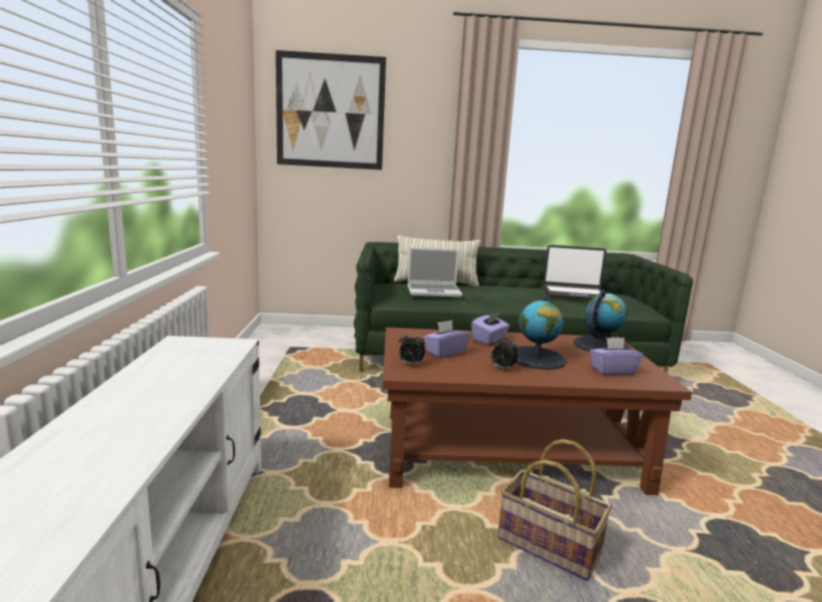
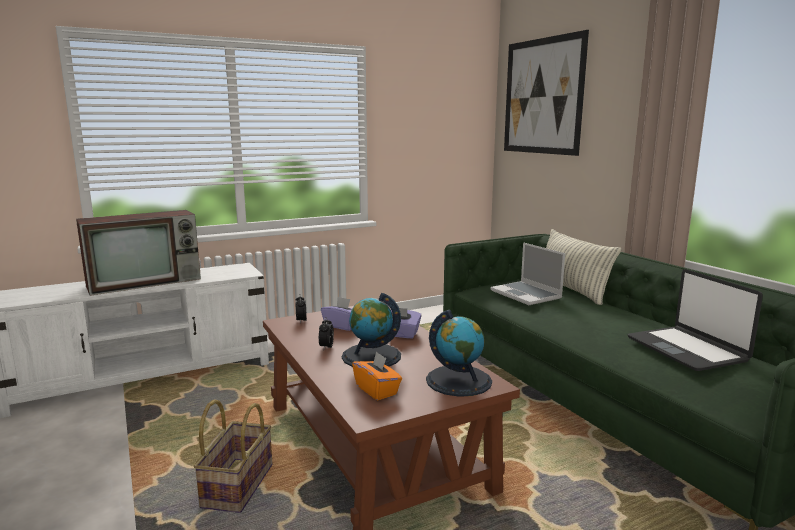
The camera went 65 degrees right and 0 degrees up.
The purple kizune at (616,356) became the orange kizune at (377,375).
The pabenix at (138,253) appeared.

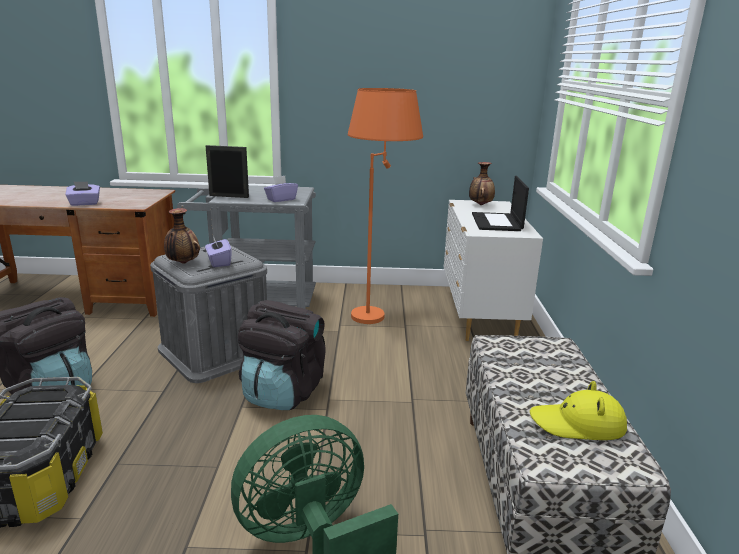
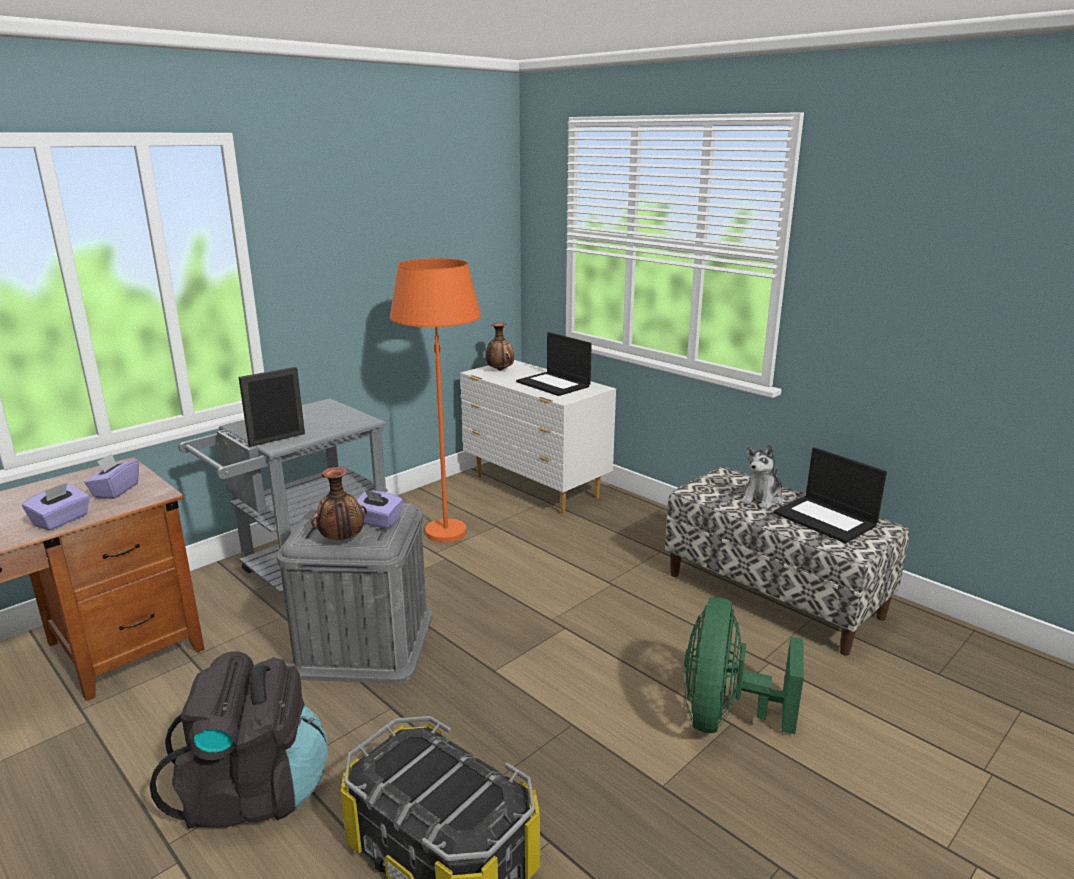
The camera went 45 degrees left and 0 degrees up.
The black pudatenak at (282,355) disappeared.
The purple kizune moved from (281,189) to (112,476).
The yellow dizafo at (578,410) was replaced by the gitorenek at (830,495).
The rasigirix at (762,477) appeared.

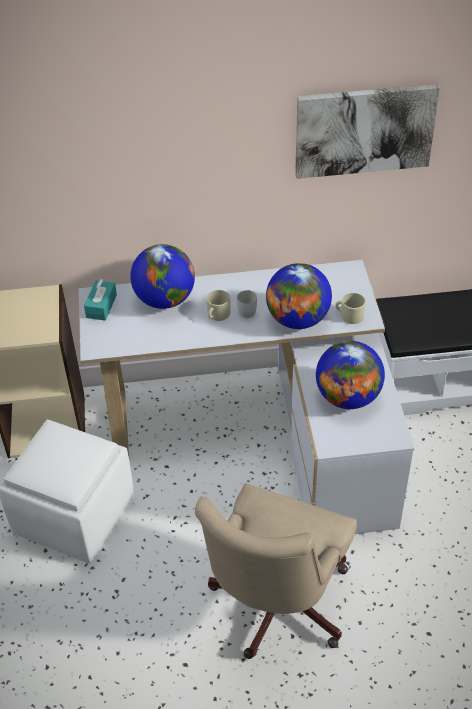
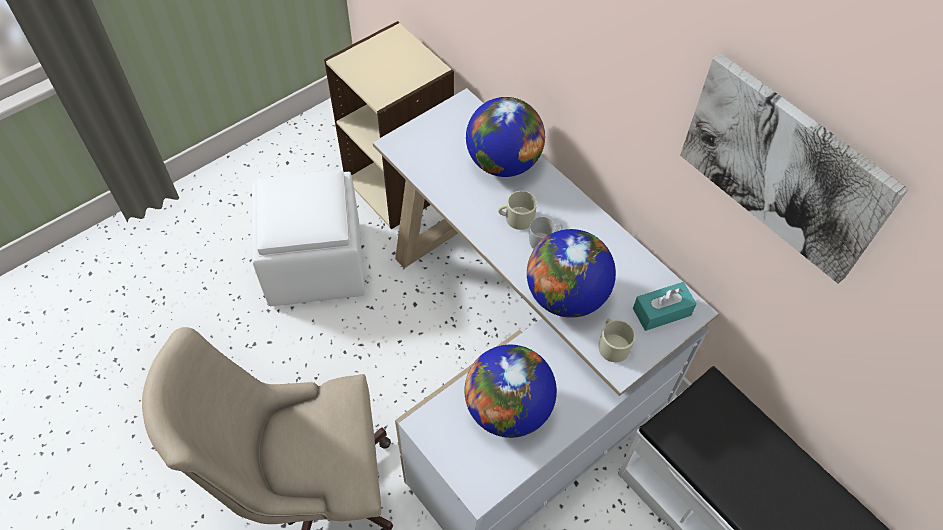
The camera went 55 degrees right and 10 degrees up.
The turquoise kizune moved from (100,300) to (664,306).

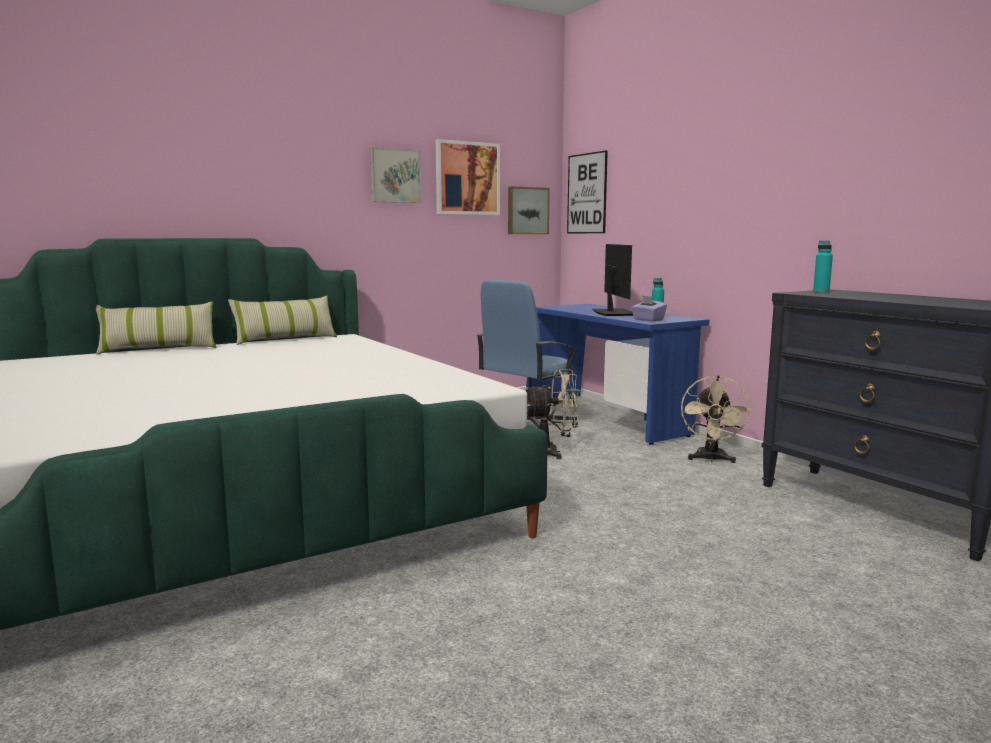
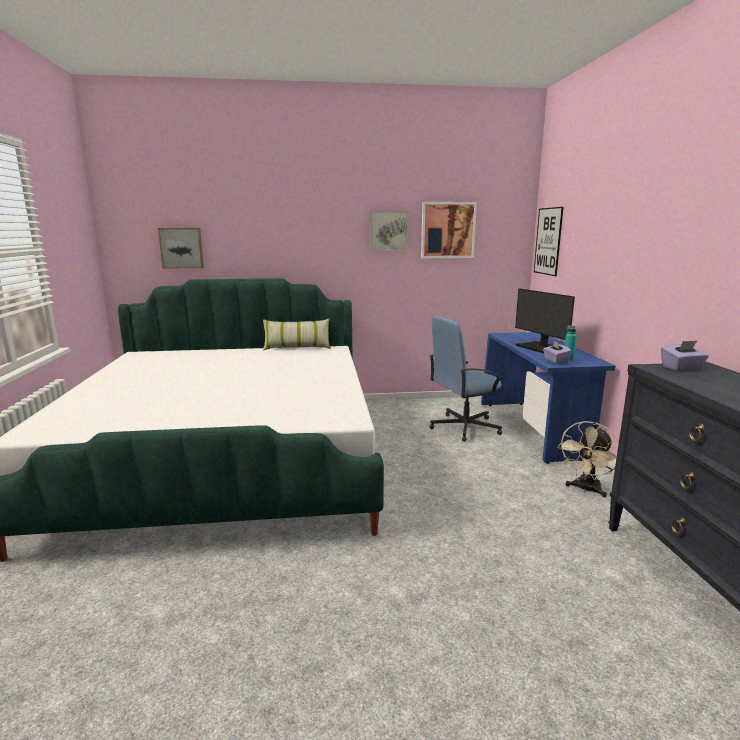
The camera went 25 degrees right and 5 degrees up.
The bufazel at (156,327) disappeared.
The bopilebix moved from (529,210) to (181,248).
The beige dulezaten at (553,414) disappeared.
The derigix at (612,280) turned 135 degrees clockwise.
The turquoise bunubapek at (823,266) was replaced by the purple kizune at (685,356).

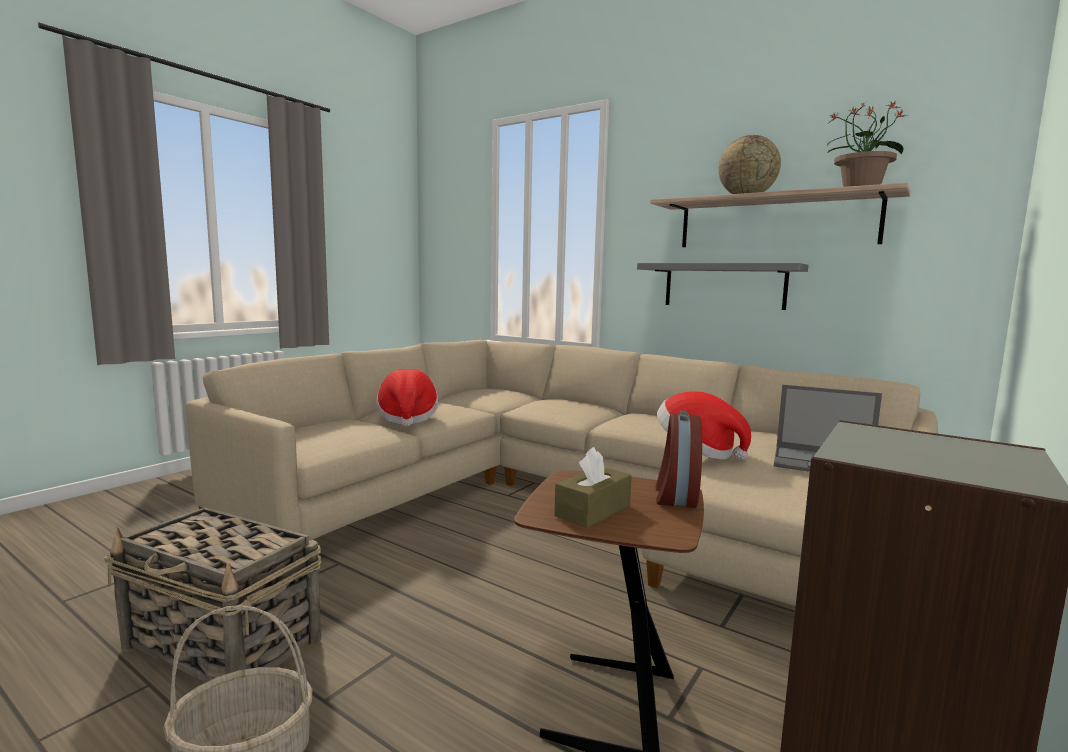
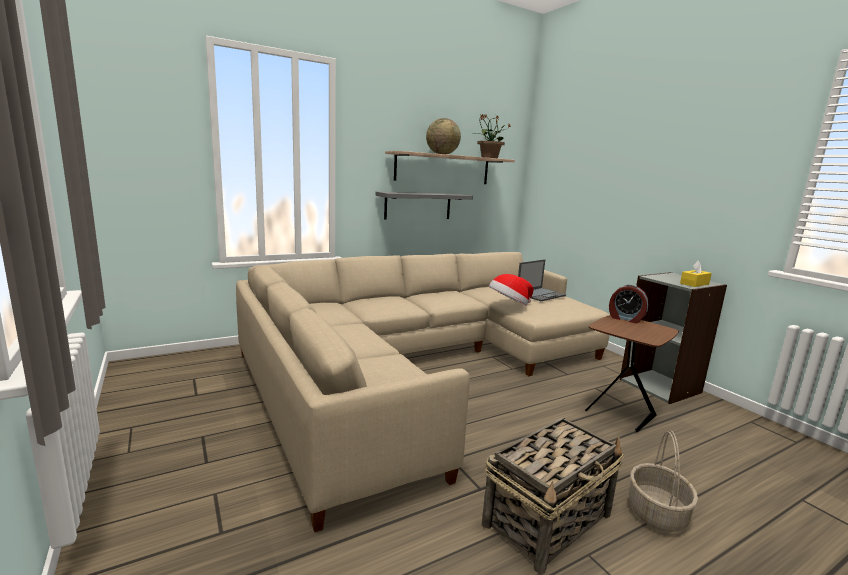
The camera went 65 degrees left and 5 degrees up.
The dizafo at (407,397) disappeared.
The brown kizune at (593,487) disappeared.
The yellow kizune at (696,273) appeared.

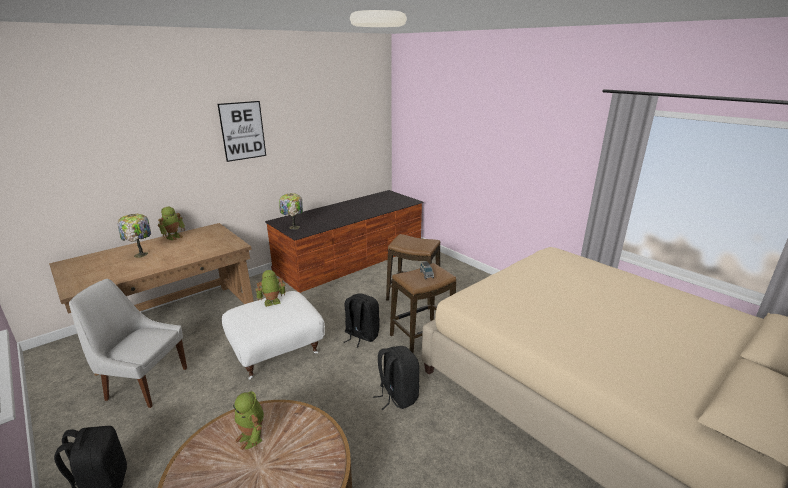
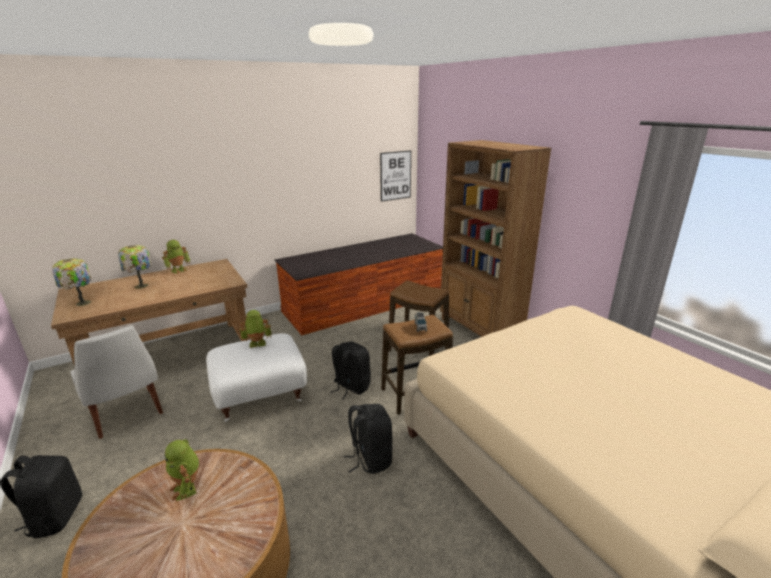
The camera went 10 degrees right and 0 degrees up.
The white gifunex at (128,343) turned 150 degrees counterclockwise.
The bopilebix moved from (242,131) to (395,176).
The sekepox moved from (291,211) to (71,282).
The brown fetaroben at (495,238) appeared.

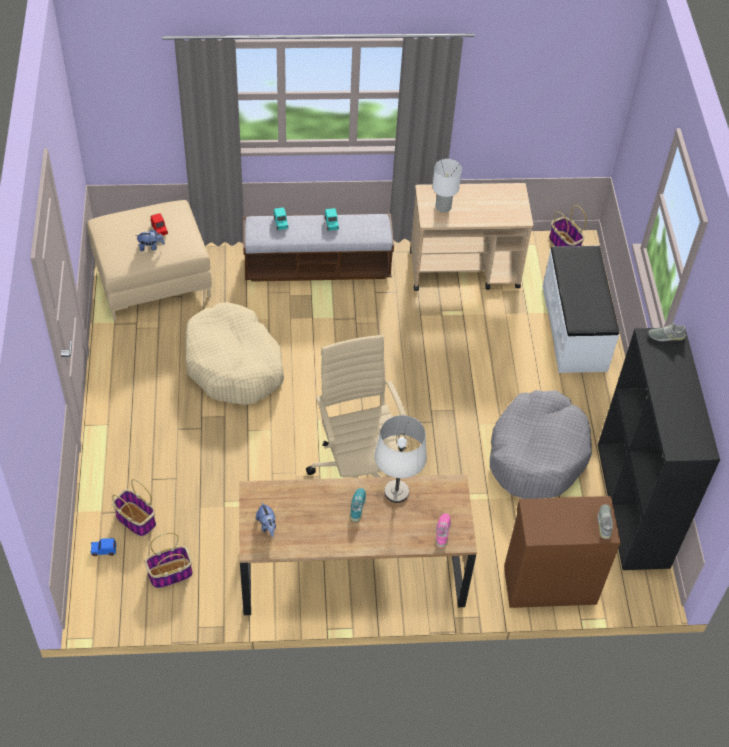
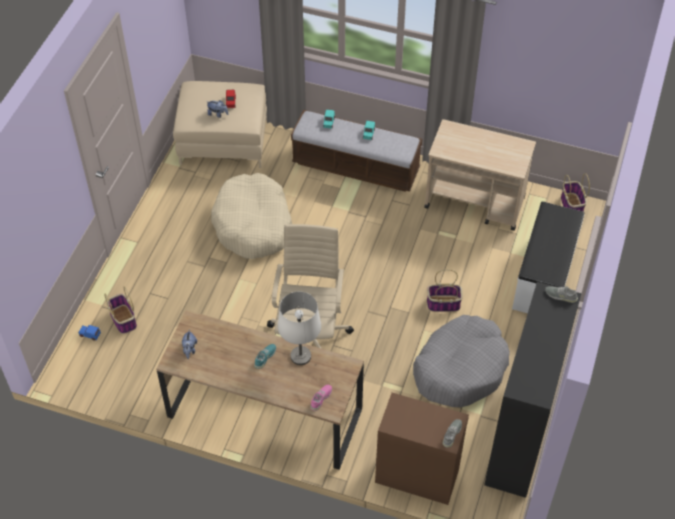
The camera went 25 degrees right and 0 degrees up.
The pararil moved from (169,560) to (445,290).
The white sekepox at (447,185) disappeared.

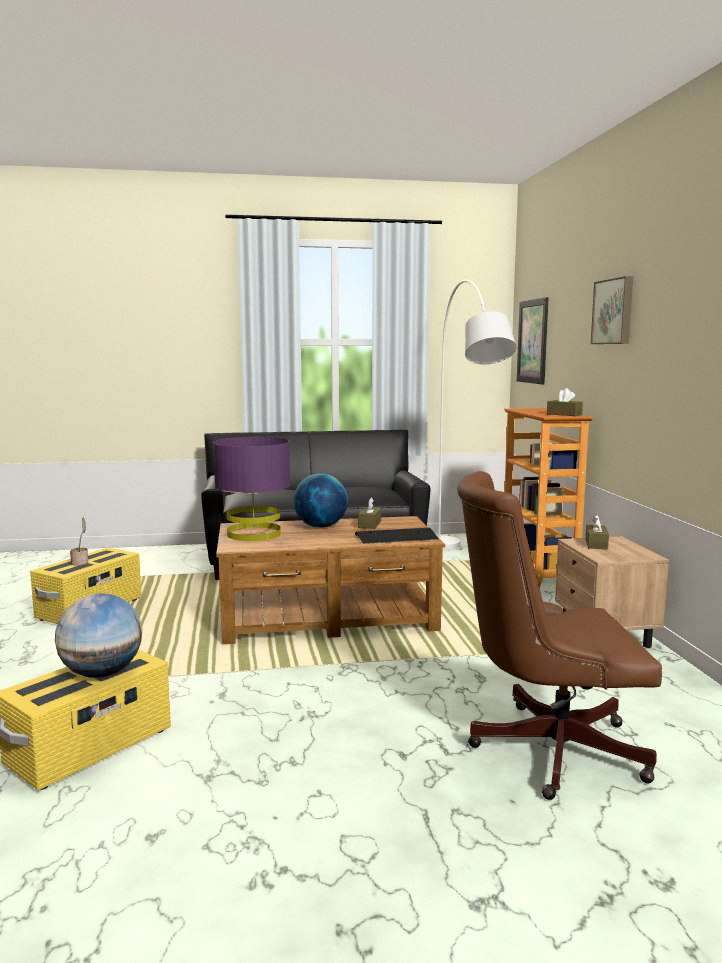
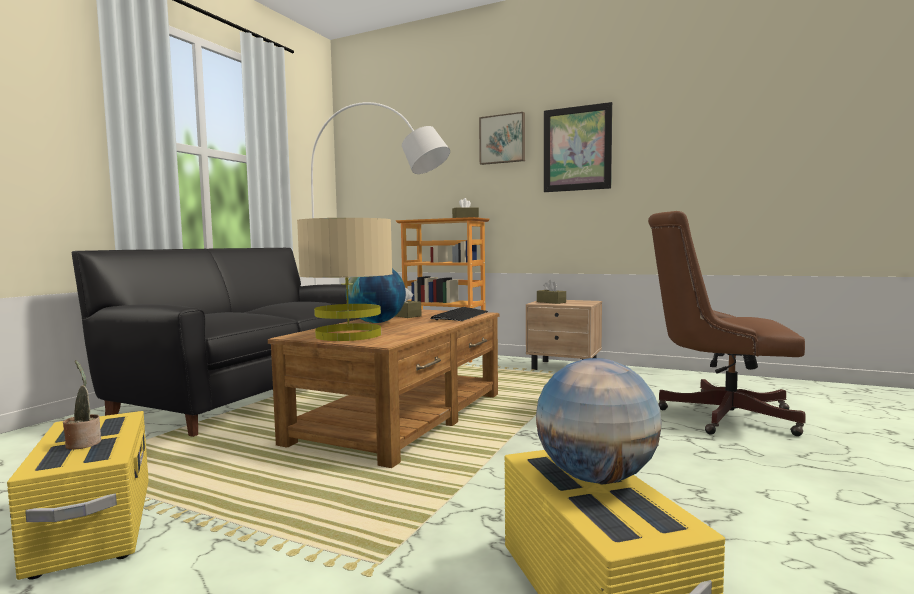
The camera went 55 degrees left and 5 degrees down.
The purple sekepox at (251,489) became the beige sekepox at (345,279).
The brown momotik at (559,635) turned 75 degrees clockwise.
The bopilebix moved from (532,341) to (578,147).

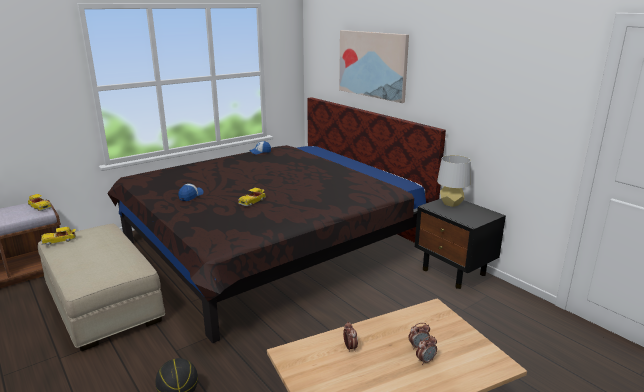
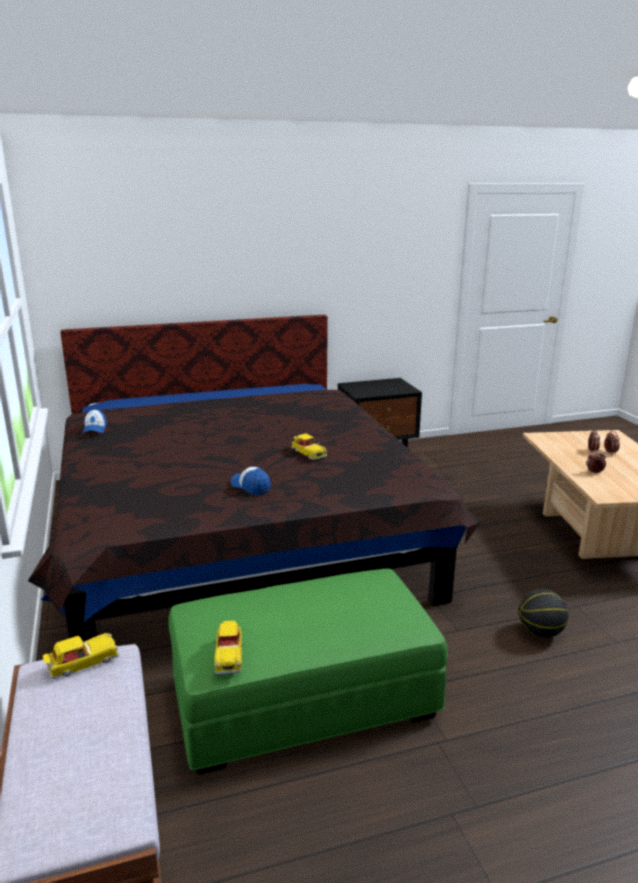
The camera went 70 degrees left and 0 degrees up.
The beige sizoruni at (101,287) became the green sizoruni at (308,671).
The bopilebix at (374,66) disappeared.
The grey sekepox at (454,181) disappeared.

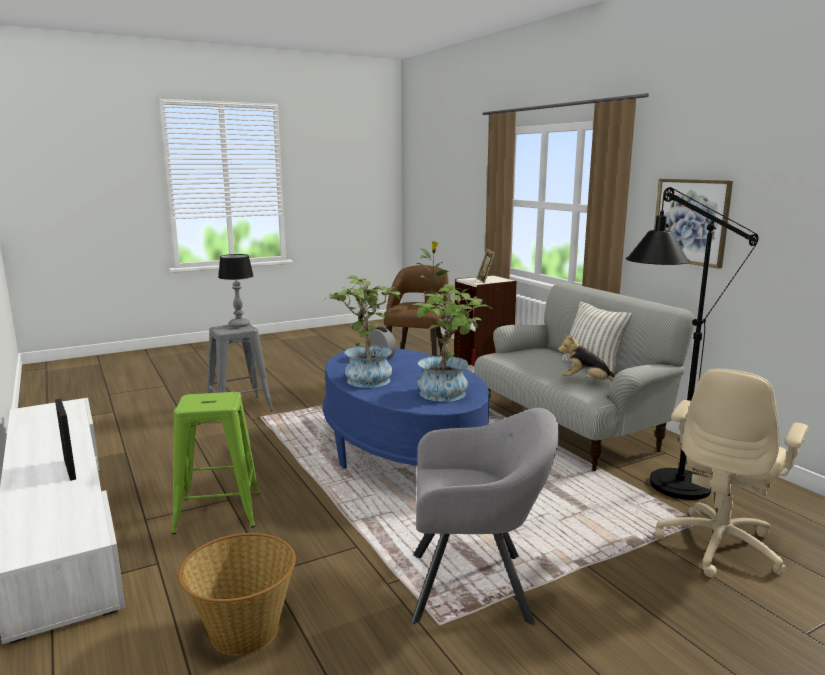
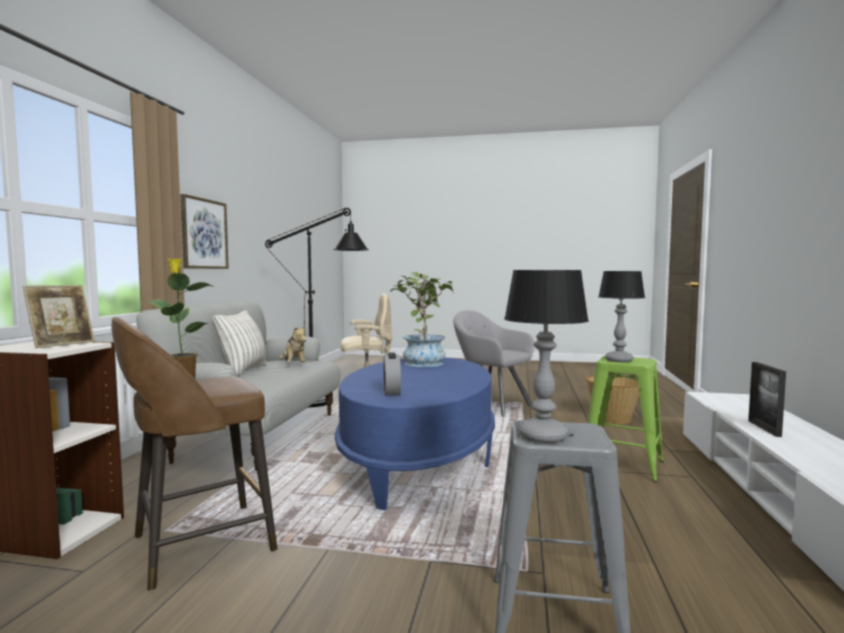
The camera went 140 degrees left and 10 degrees down.
The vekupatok at (363,331) disappeared.
The sekepox at (622,316) appeared.

